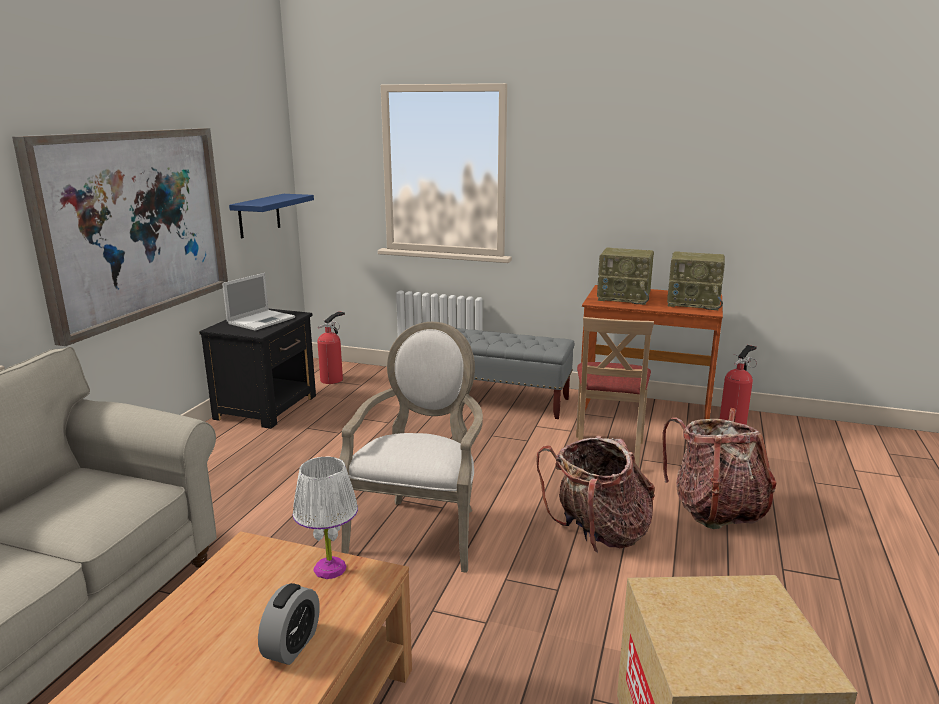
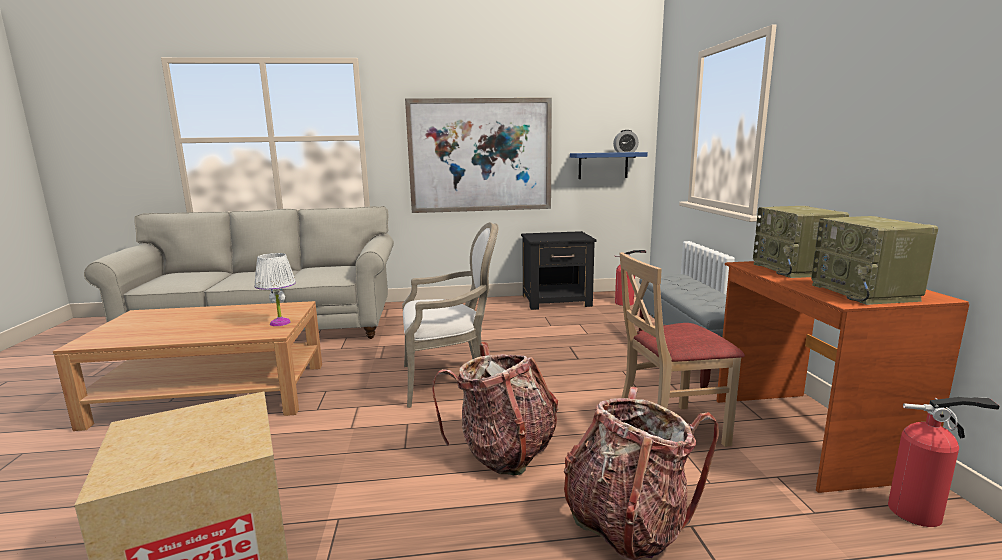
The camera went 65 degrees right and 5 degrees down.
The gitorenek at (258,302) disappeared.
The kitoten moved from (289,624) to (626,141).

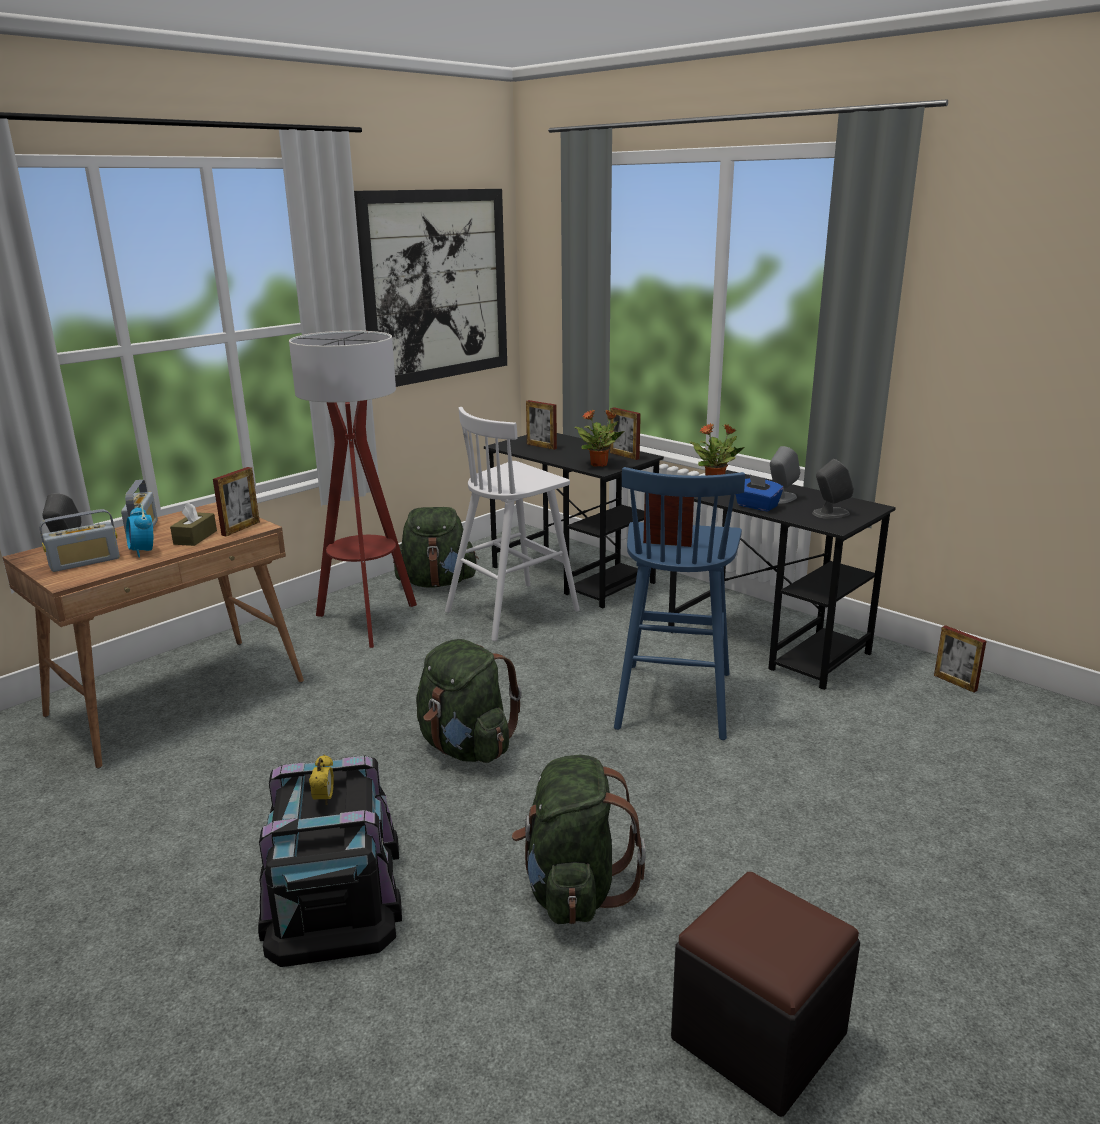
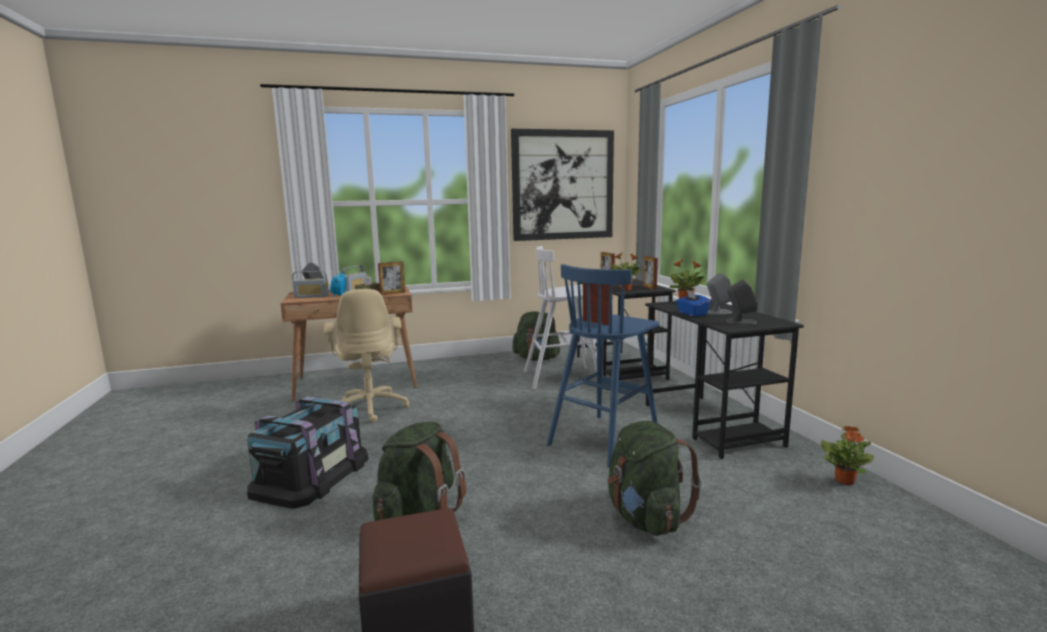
The camera went 30 degrees right and 10 degrees down.
The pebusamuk at (353,489) disappeared.
The kitoten at (321,780) disappeared.
The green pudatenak moved from (469,701) to (654,478).
The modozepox at (960,659) was replaced by the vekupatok at (847,455).
The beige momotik at (367,356) appeared.

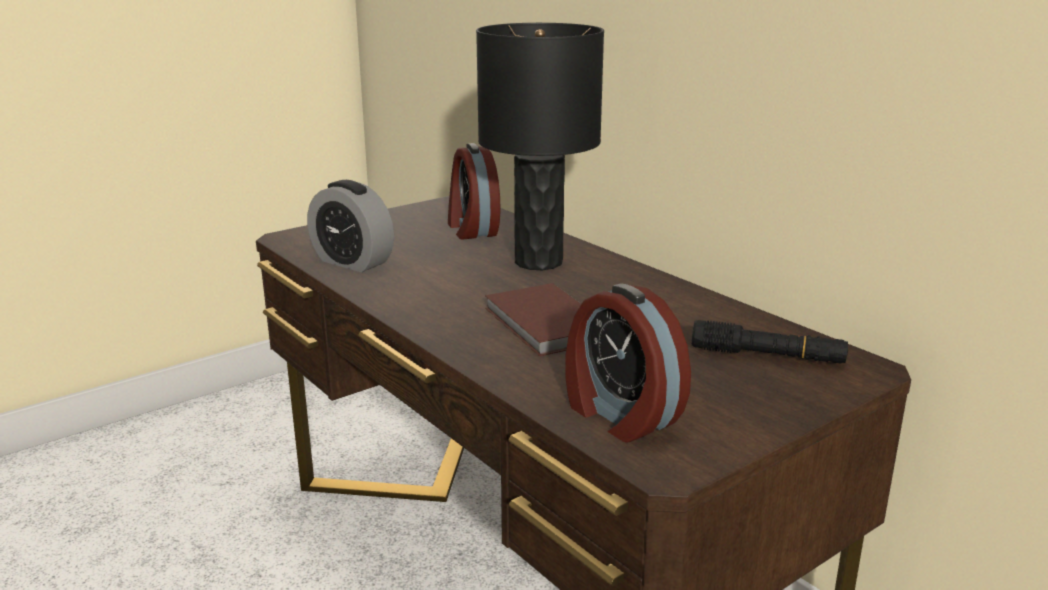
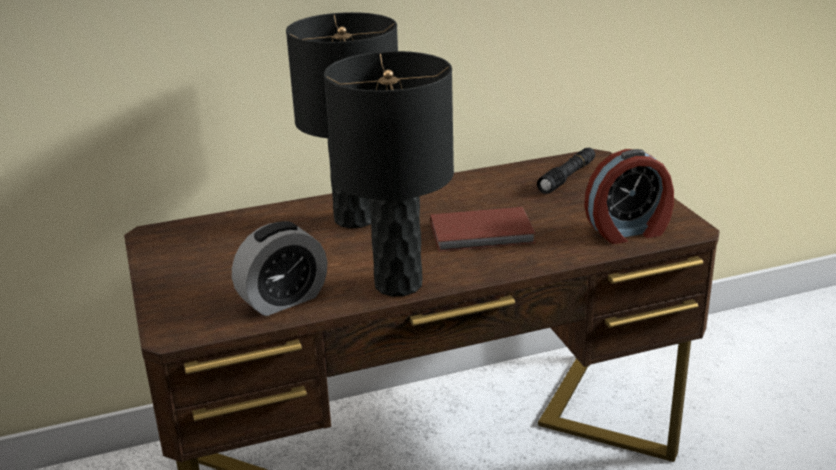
The camera went 70 degrees left and 5 degrees up.
The kitoten at (474,191) disappeared.
The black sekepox at (389,173) appeared.

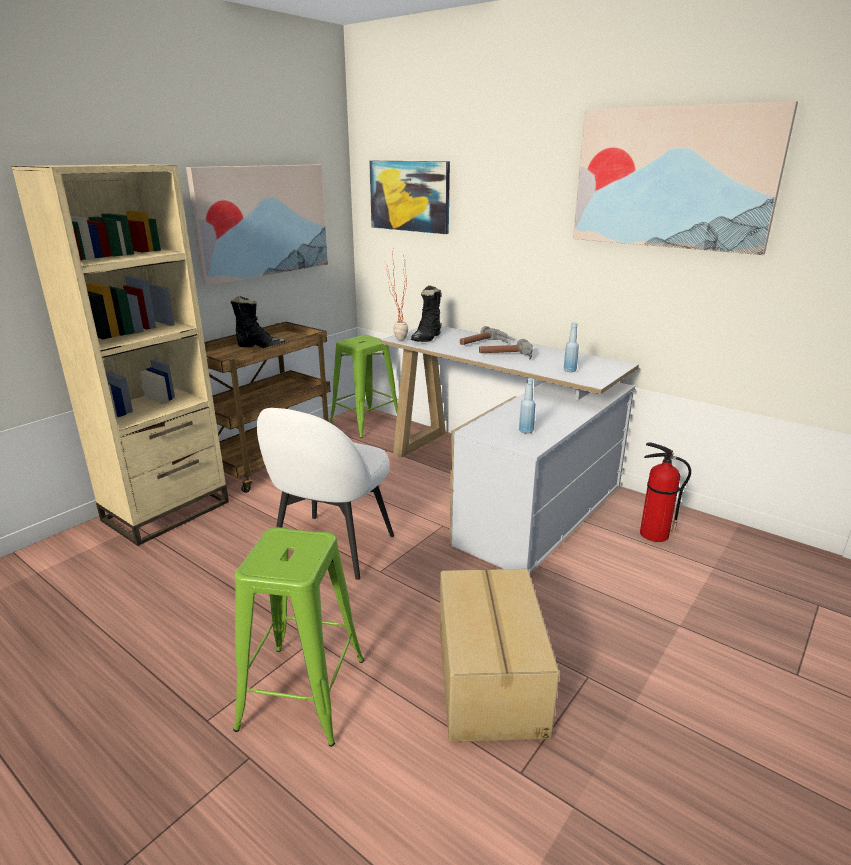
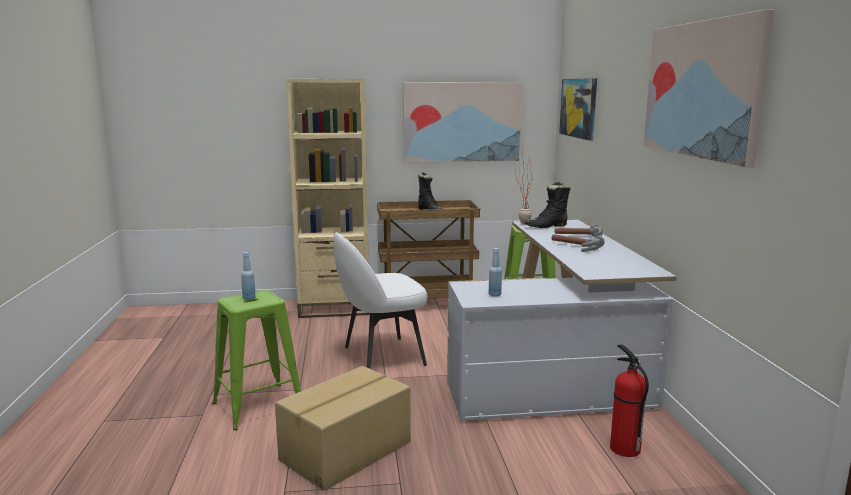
The camera went 45 degrees right and 10 degrees down.
The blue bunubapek moved from (571,347) to (248,276).

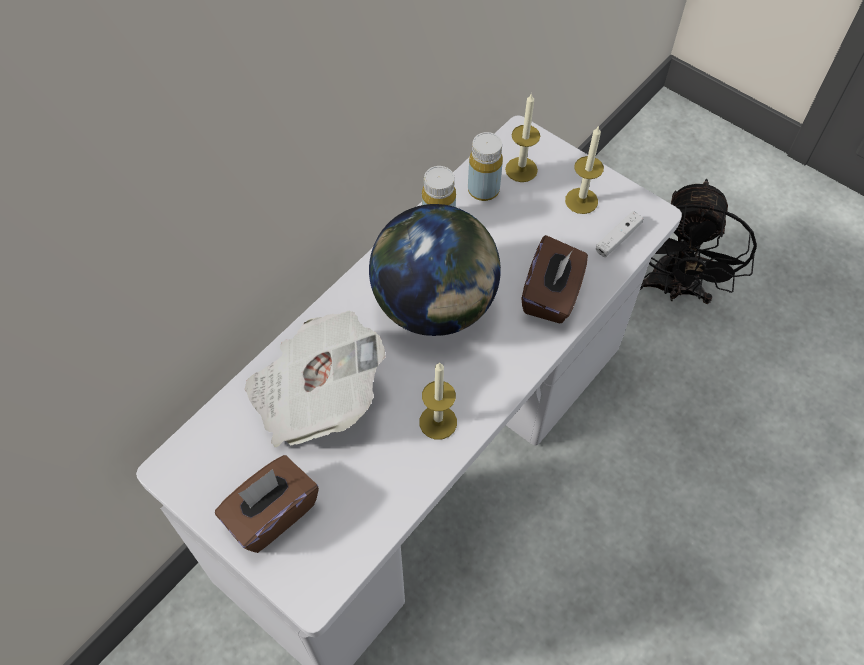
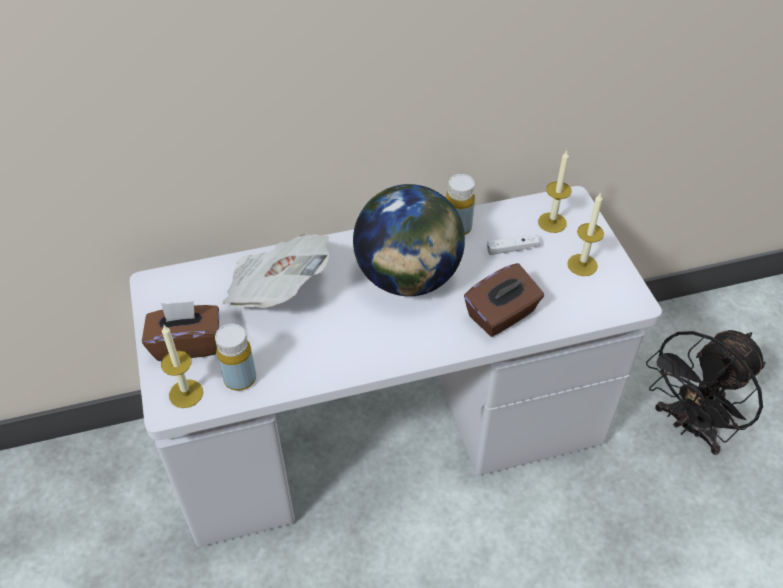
The camera went 35 degrees right and 10 degrees down.
The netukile moved from (438,401) to (182,366).
The yellow bunubapek moved from (485,166) to (235,357).
The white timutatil moved from (620,234) to (513,244).

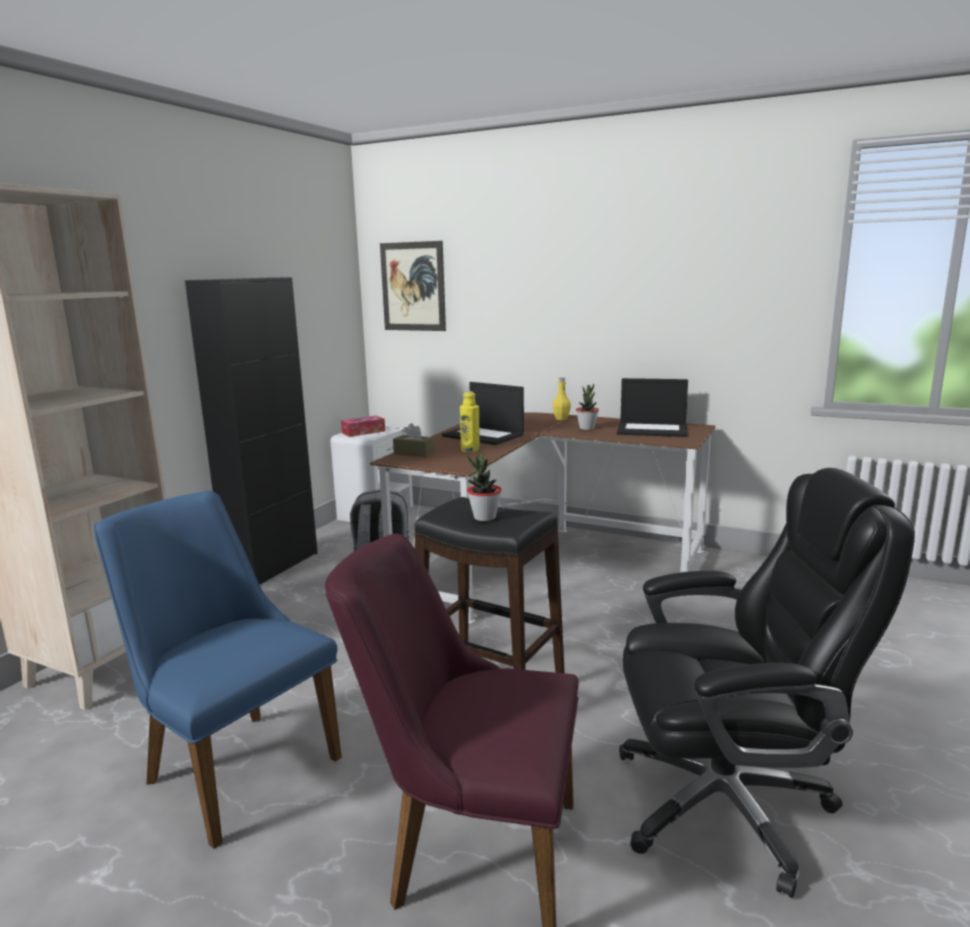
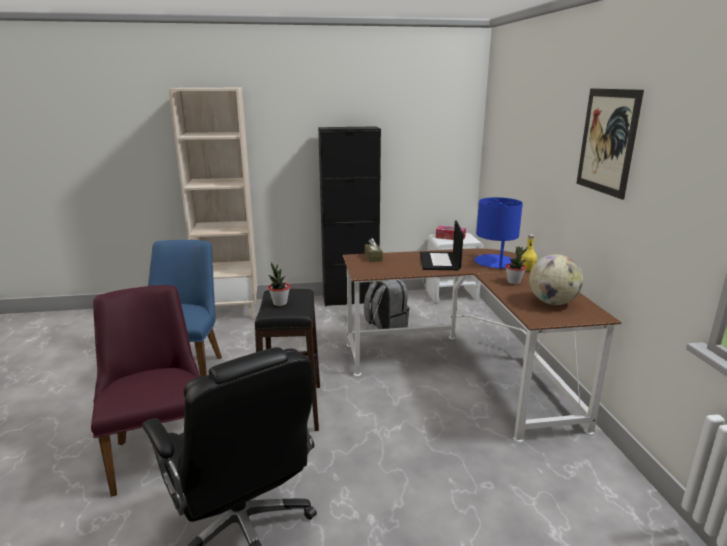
The camera went 55 degrees right and 5 degrees up.
The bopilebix moved from (413,286) to (610,144).
The yellow bunubapek at (470,421) disappeared.
The gitorenek at (652,407) was replaced by the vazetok at (556,279).
The blue sekepox at (498,233) appeared.

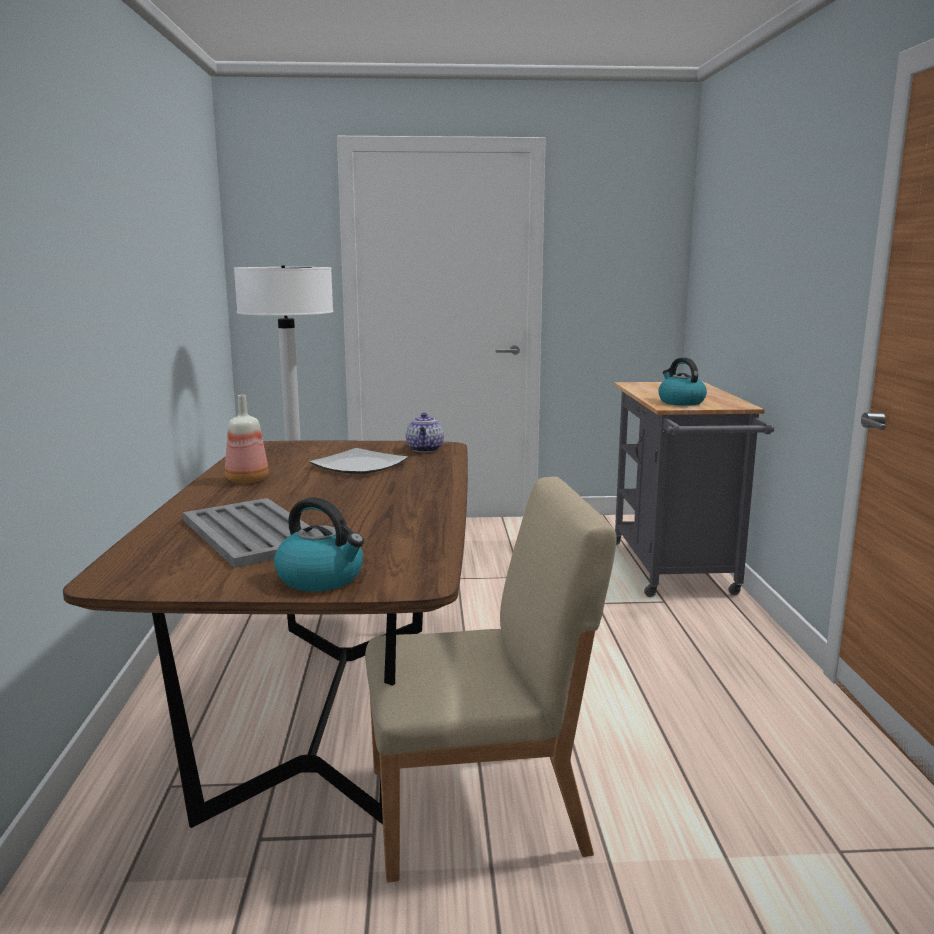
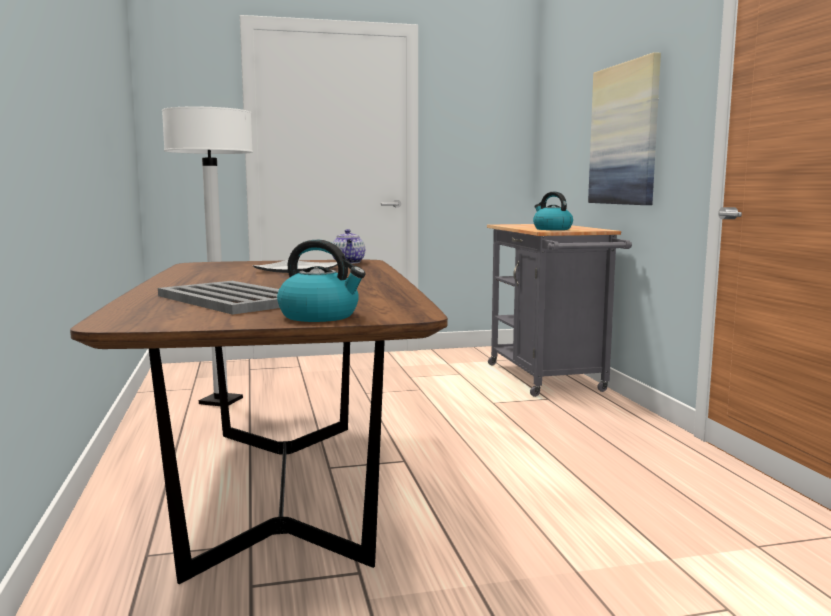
The camera went 10 degrees left and 5 degrees down.
The bunubapek at (246,439) disappeared.
The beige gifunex at (491,679) disappeared.
The bopilebix at (624,128) appeared.

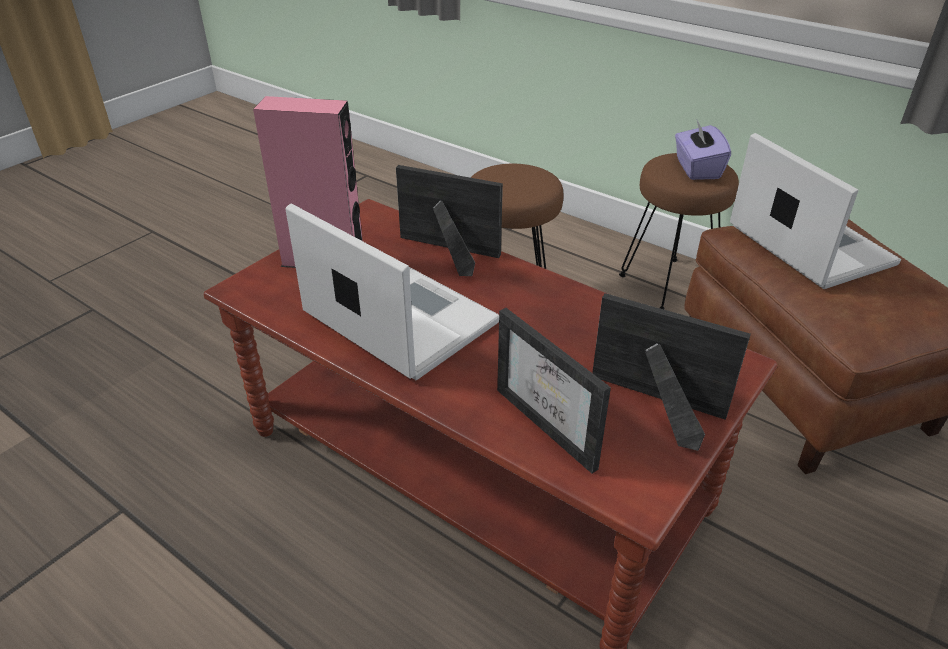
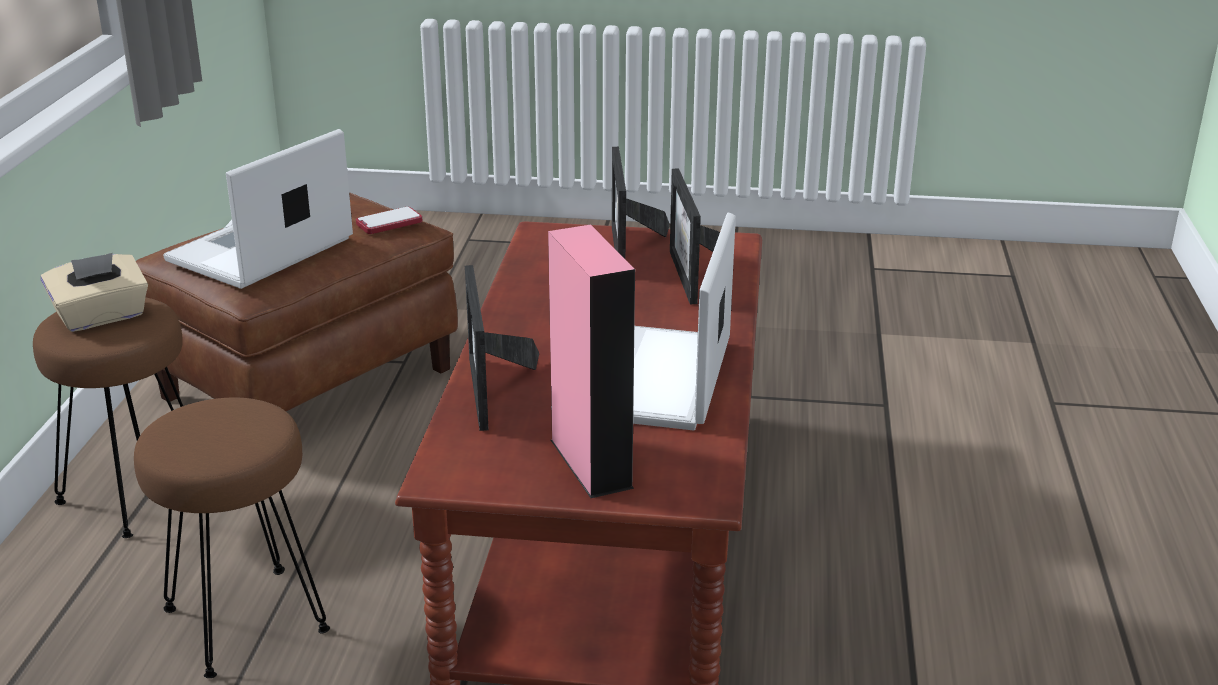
The camera went 120 degrees left and 10 degrees down.
The modozepox at (554,391) turned 150 degrees clockwise.
The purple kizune at (703,150) became the beige kizune at (94,292).
The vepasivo at (389,220) appeared.

